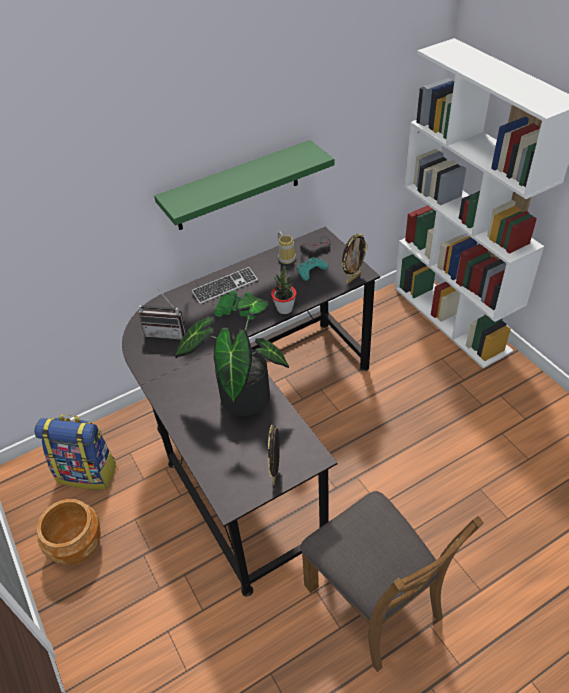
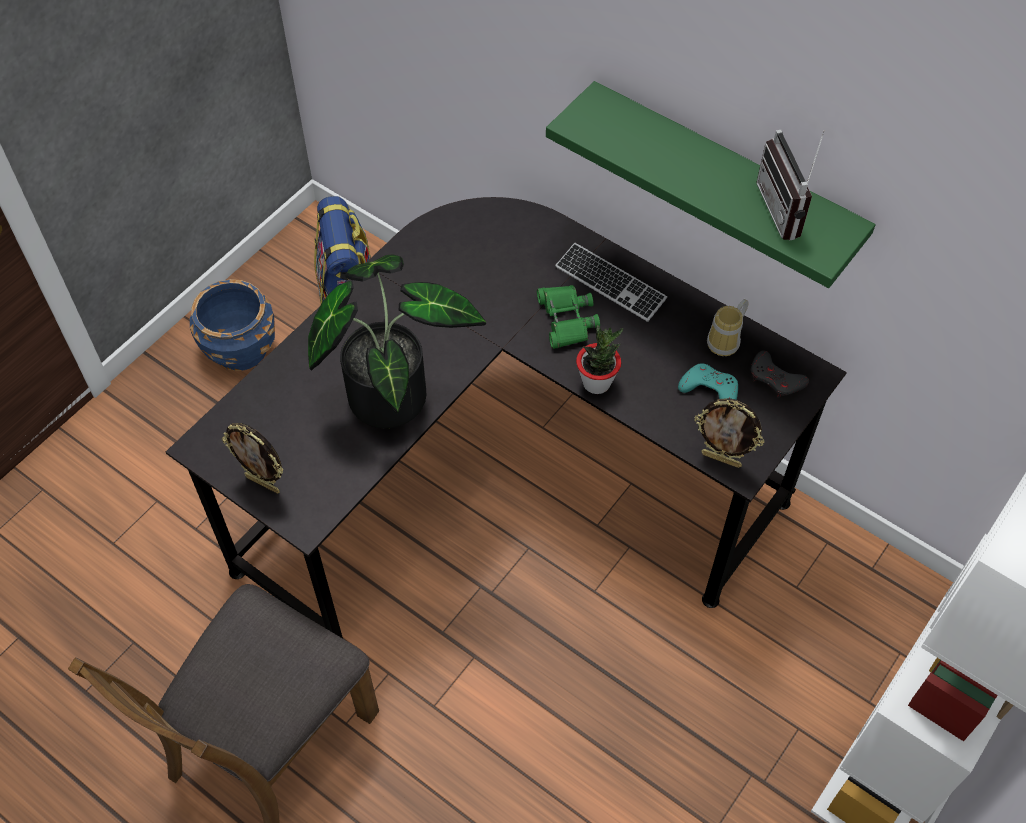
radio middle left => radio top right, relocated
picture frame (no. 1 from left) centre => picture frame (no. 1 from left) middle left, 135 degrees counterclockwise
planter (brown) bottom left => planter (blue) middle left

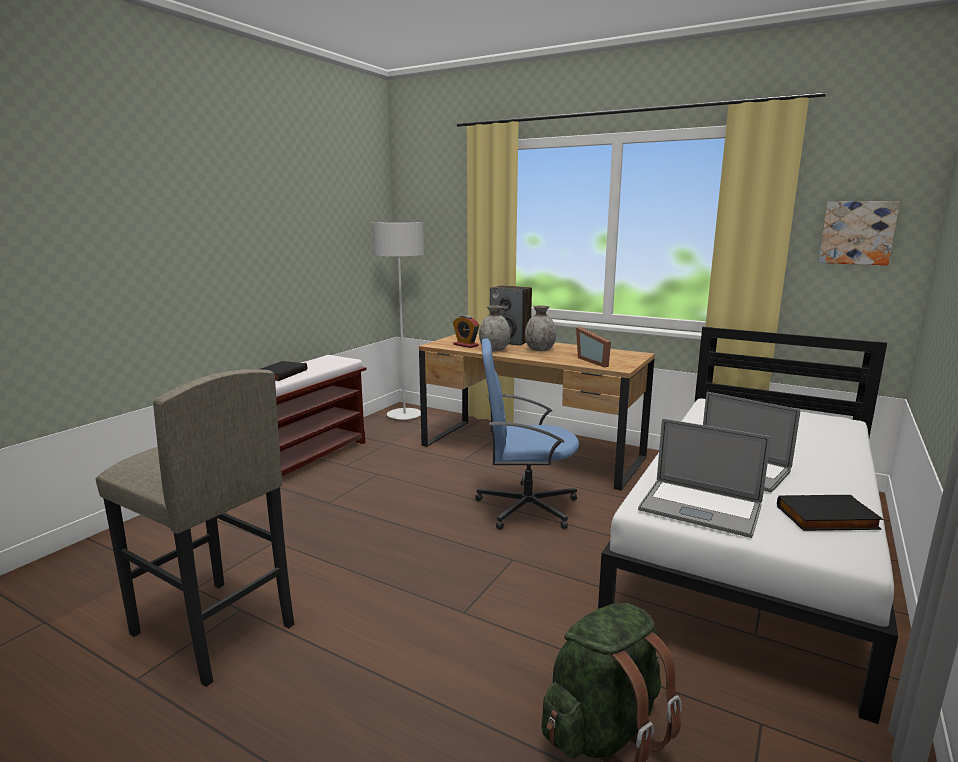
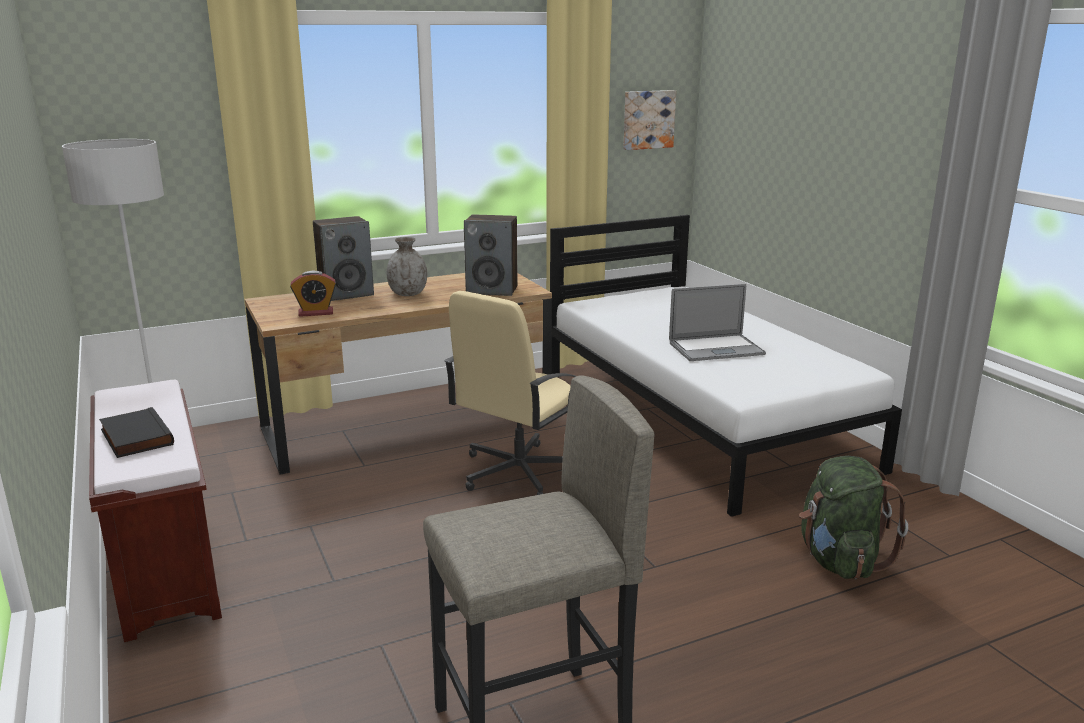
vase (grey) (no. 1 from left) centre => nothing
picture frame centre => speaker (no. 2 from left) centre
office chair (blue) centre => office chair (beige) centre
laptop (no. 1 from left) middle right => nothing
book (black) (no. 2 from left) bottom right => nothing

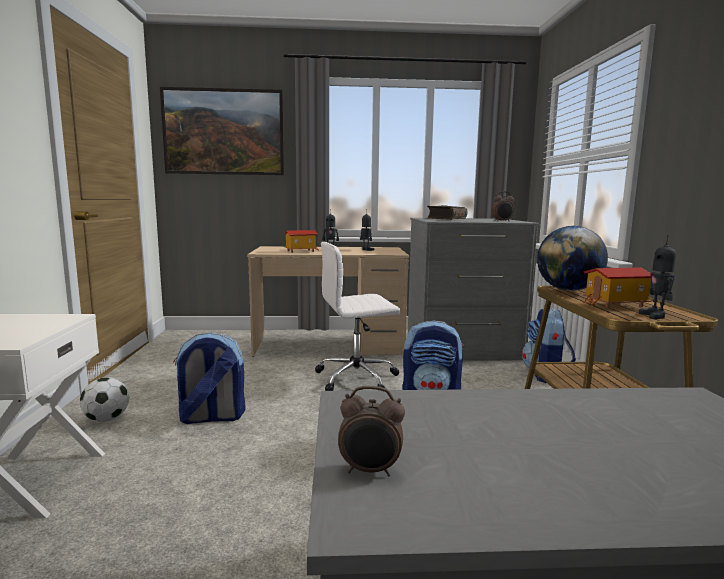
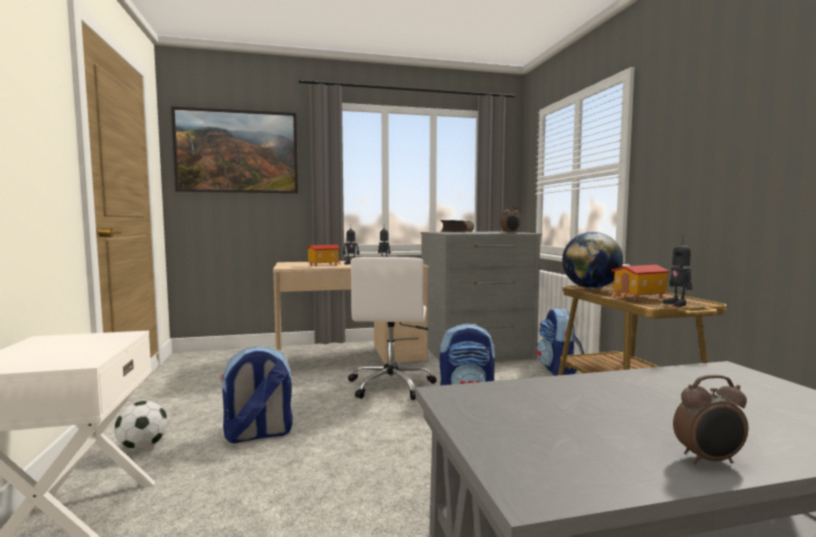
office chair (white) centre, 60 degrees counterclockwise
alarm clock (no. 1 from left in the first image) bottom centre => alarm clock (no. 2 from left) bottom right, relocated

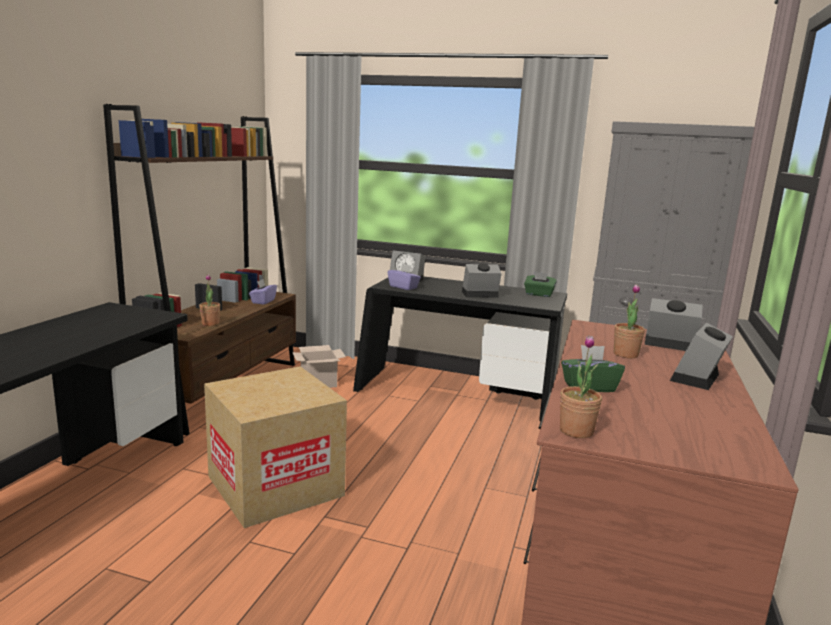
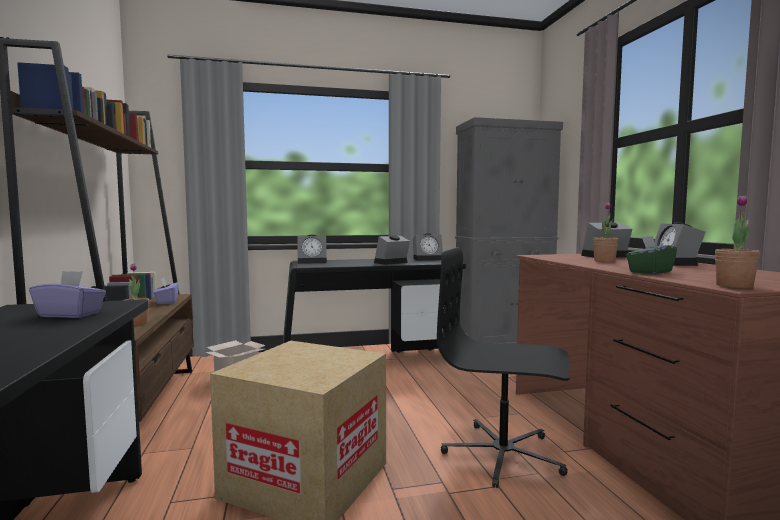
tissue box (purple) (no. 2 from left in the first image) centre => tissue box (purple) (no. 1 from left) middle left, relocated
tissue box (green) (no. 1 from left) centre => alarm clock (no. 3 from left) centre
nothing => office chair (black) bottom centre

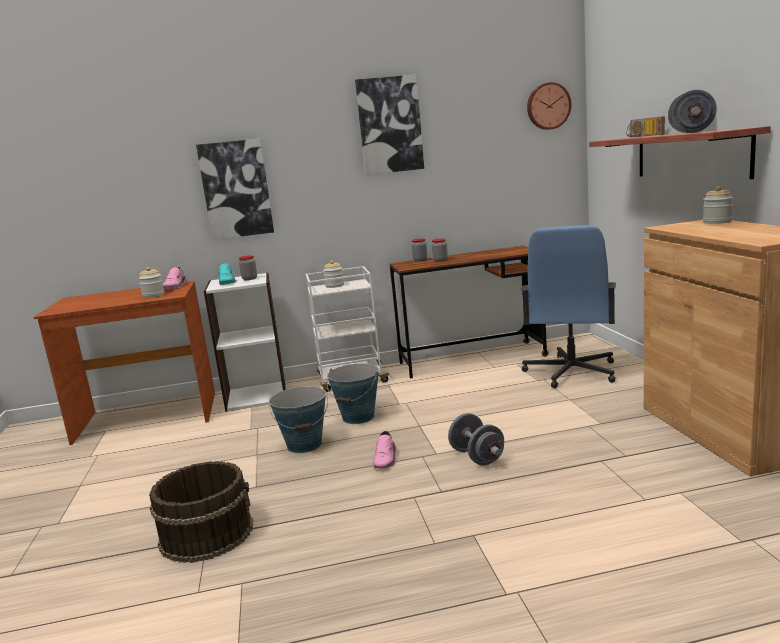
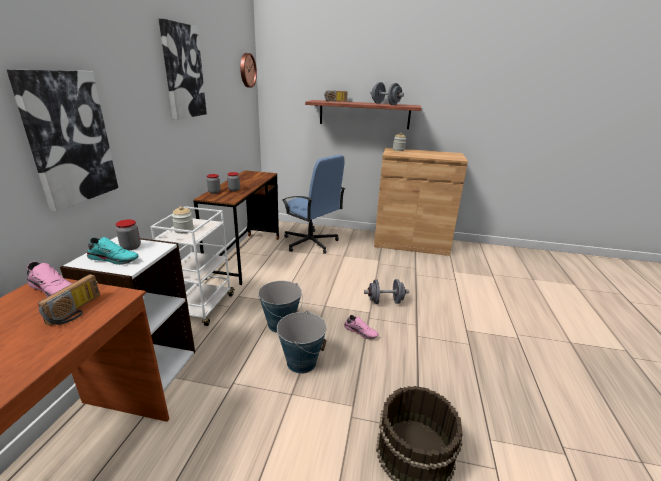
jar (no. 1 from left) middle left => radio (no. 1 from left) middle left

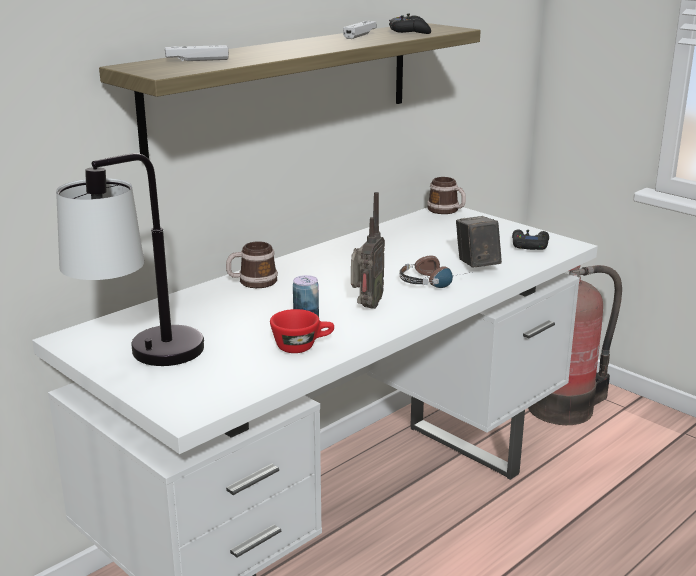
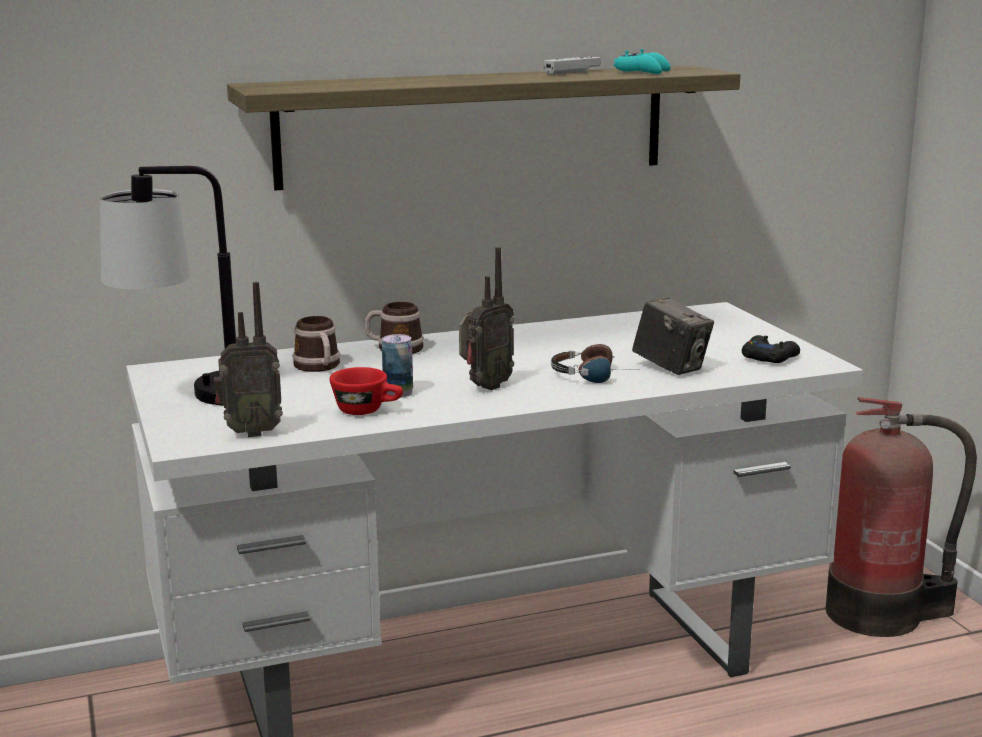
game controller (black) (no. 1 from left) top centre => game controller (turquoise) top centre
game controller (white) (no. 1 from left) top left => nothing
mug (no. 2 from left in the first image) centre => mug (no. 1 from left) middle left, relocated
photo camera middle right, 120 degrees clockwise
nothing => radio (no. 1 from left) middle left

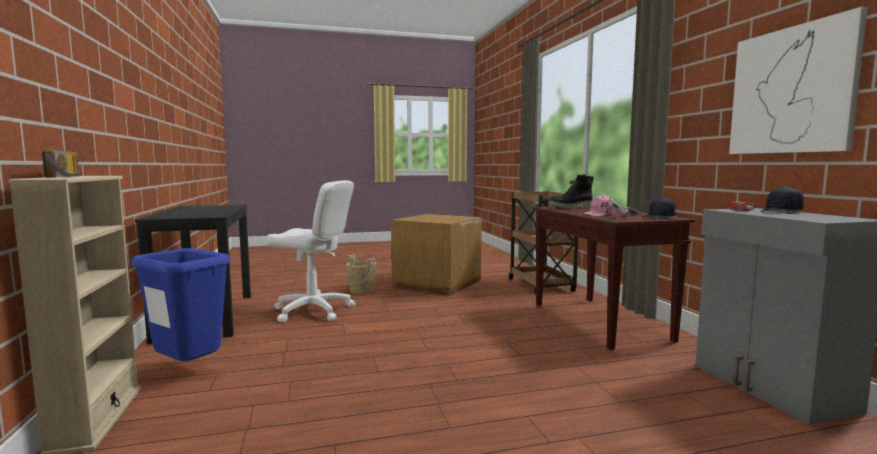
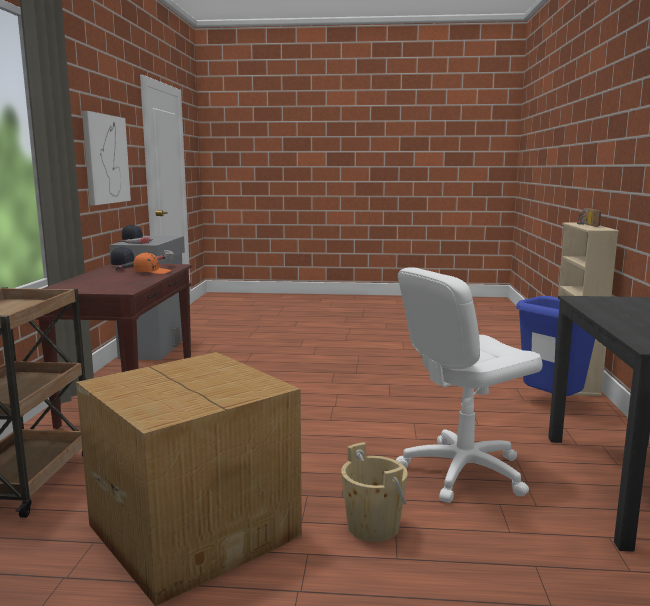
boot (black) centre => nothing
office chair (white) centre => office chair (white) middle right, 60 degrees counterclockwise
cap (pink) middle right => cap (orange) middle left

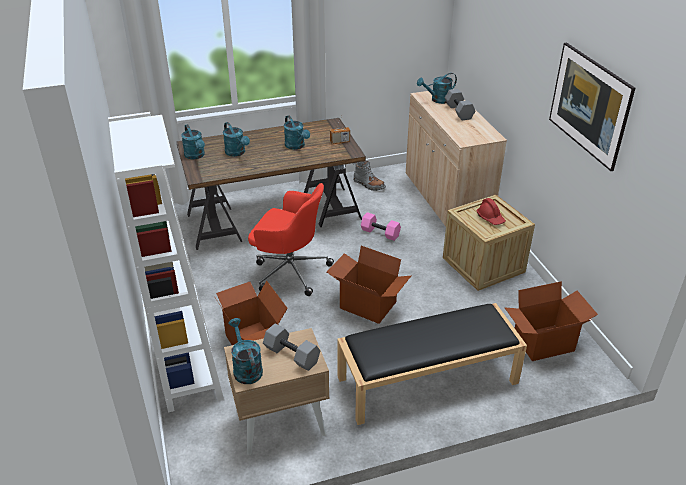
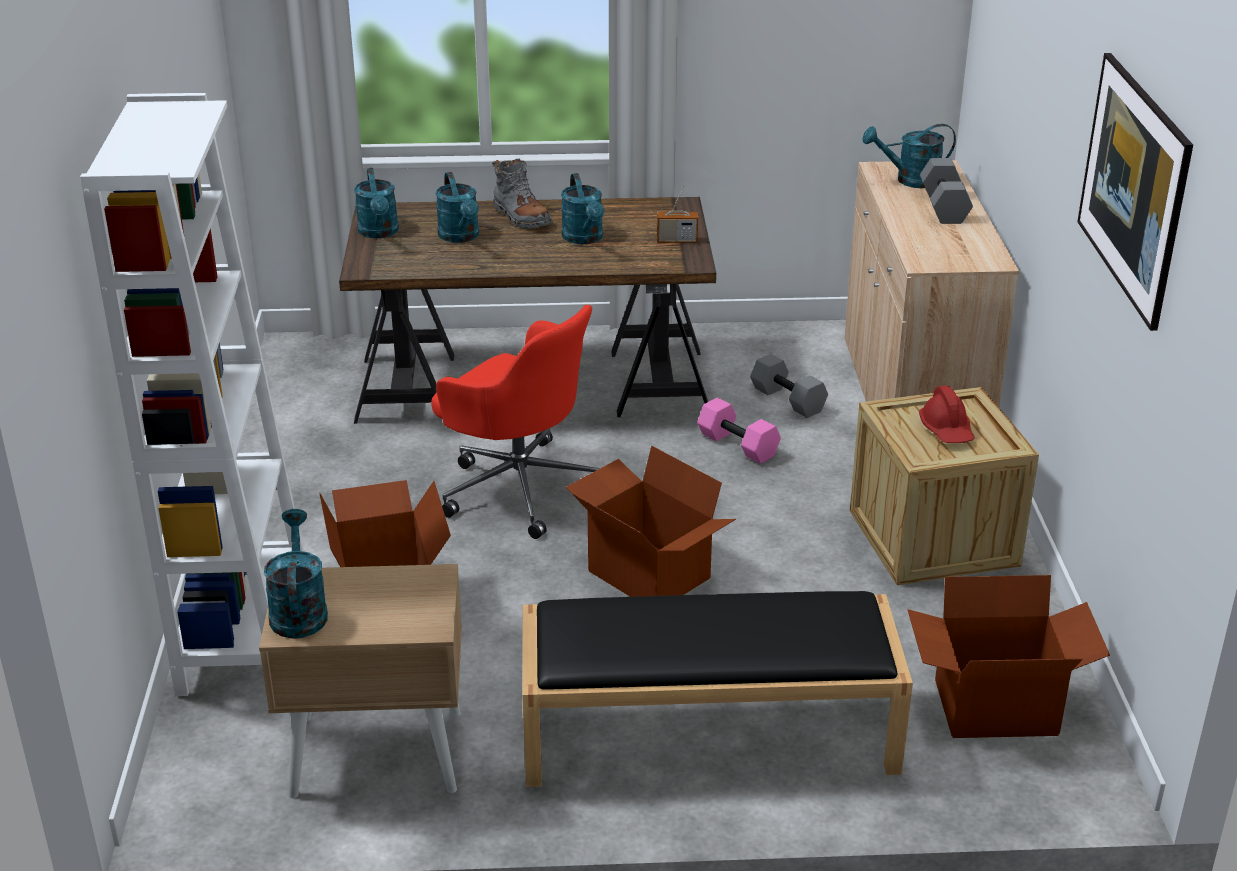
boot (grey) centre => boot (grey) top centre, relocated
dumbbell (grey) (no. 1 from left) bottom centre => dumbbell (grey) (no. 1 from left) centre, relocated

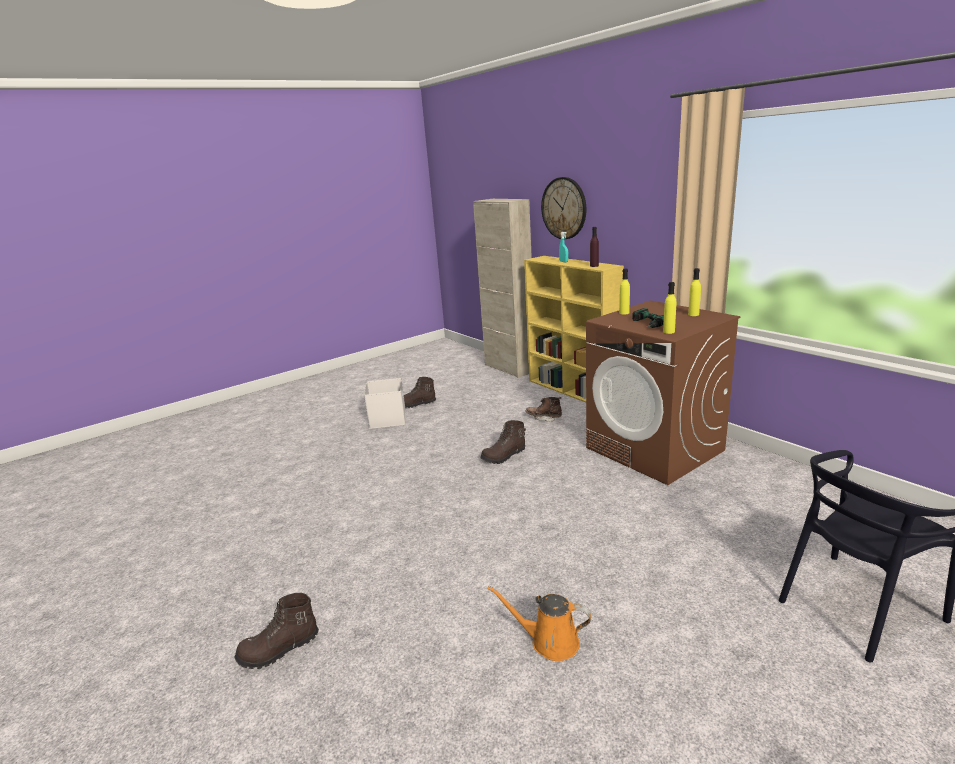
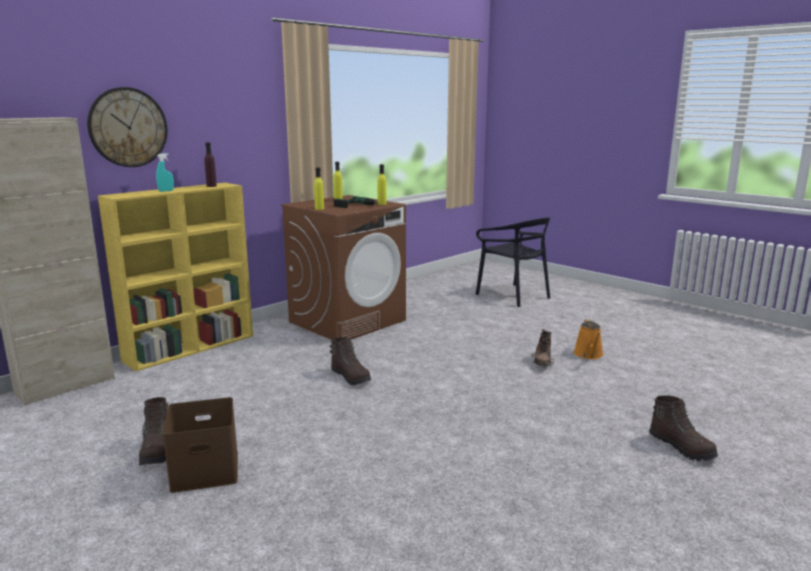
storage box (white) centre => storage box (brown) bottom left
boot (brown) (no. 4 from left in the first image) centre => boot (brown) (no. 3 from left) middle right, relocated

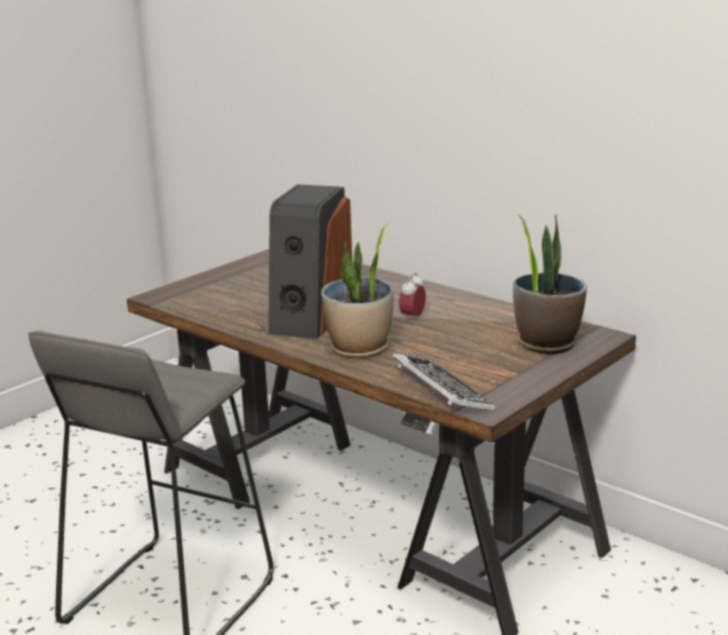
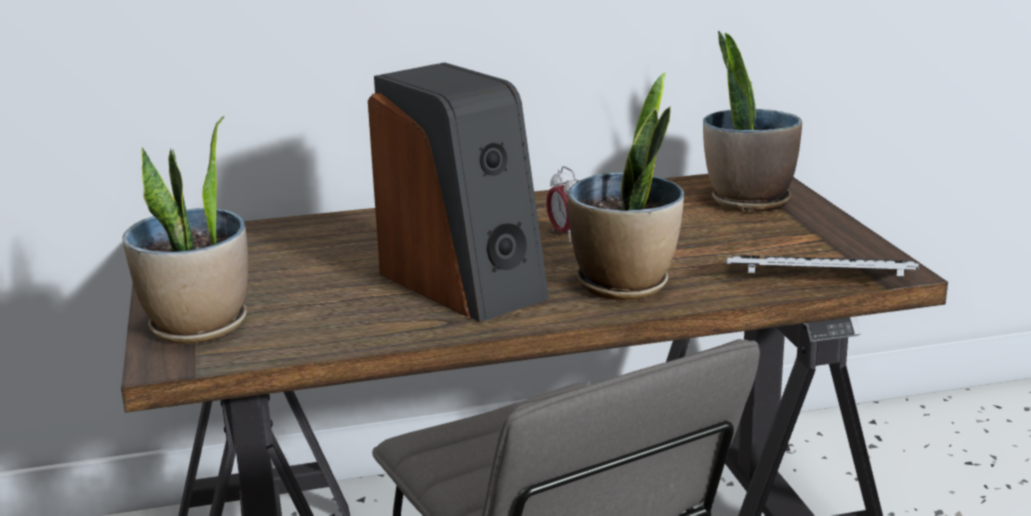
nothing => potted plant (no. 1 from left) middle left

